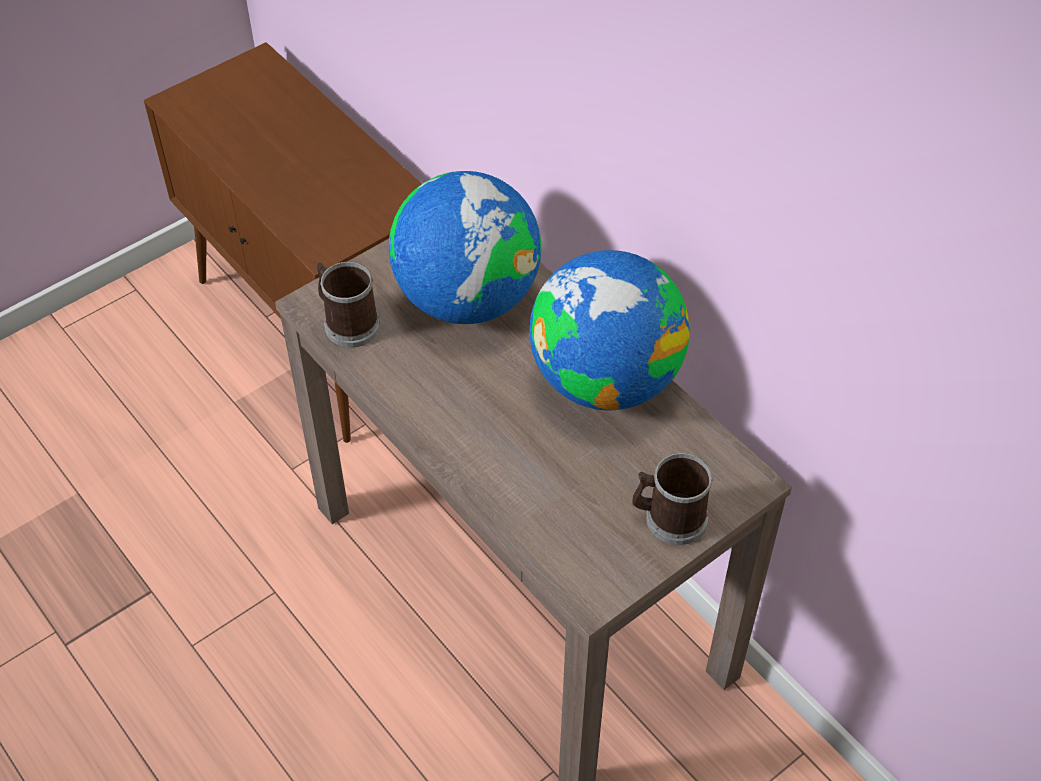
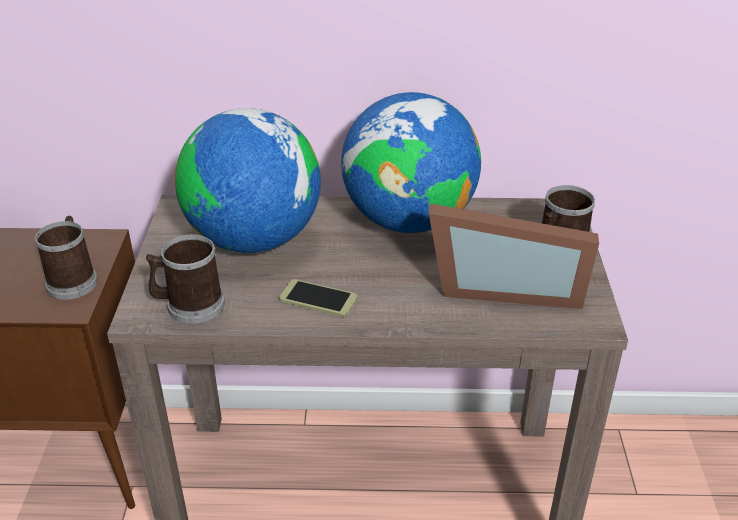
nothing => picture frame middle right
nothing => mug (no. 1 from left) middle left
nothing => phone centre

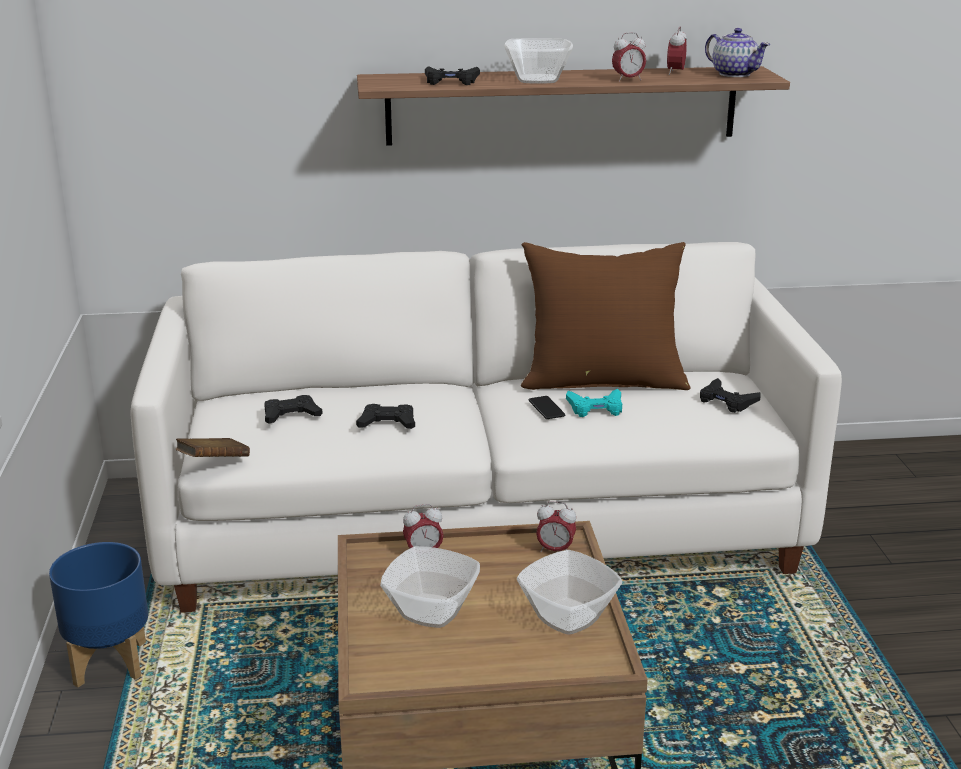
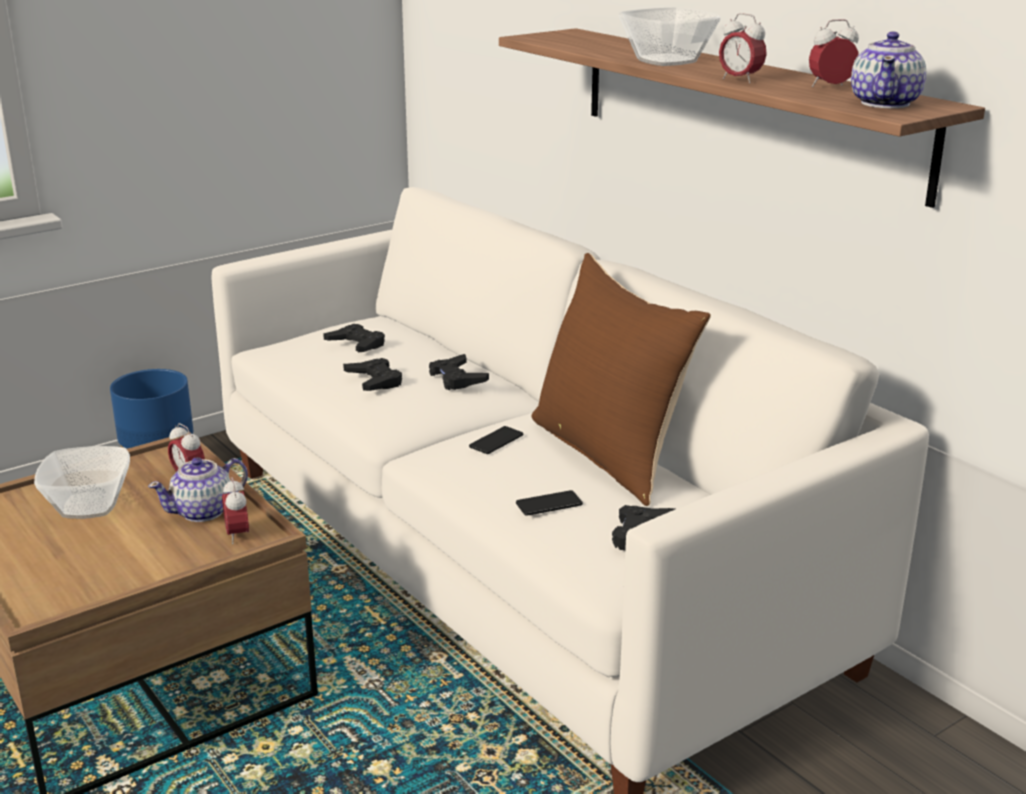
game controller (black) (no. 3 from left) top centre => game controller (black) (no. 3 from left) centre, relocated
game controller (turquoise) centre => nothing
book (brown) middle left => nothing
bowl (no. 3 from left) bottom centre => nothing
nothing => teapot (no. 1 from left) middle left
nothing => phone (no. 2 from left) centre

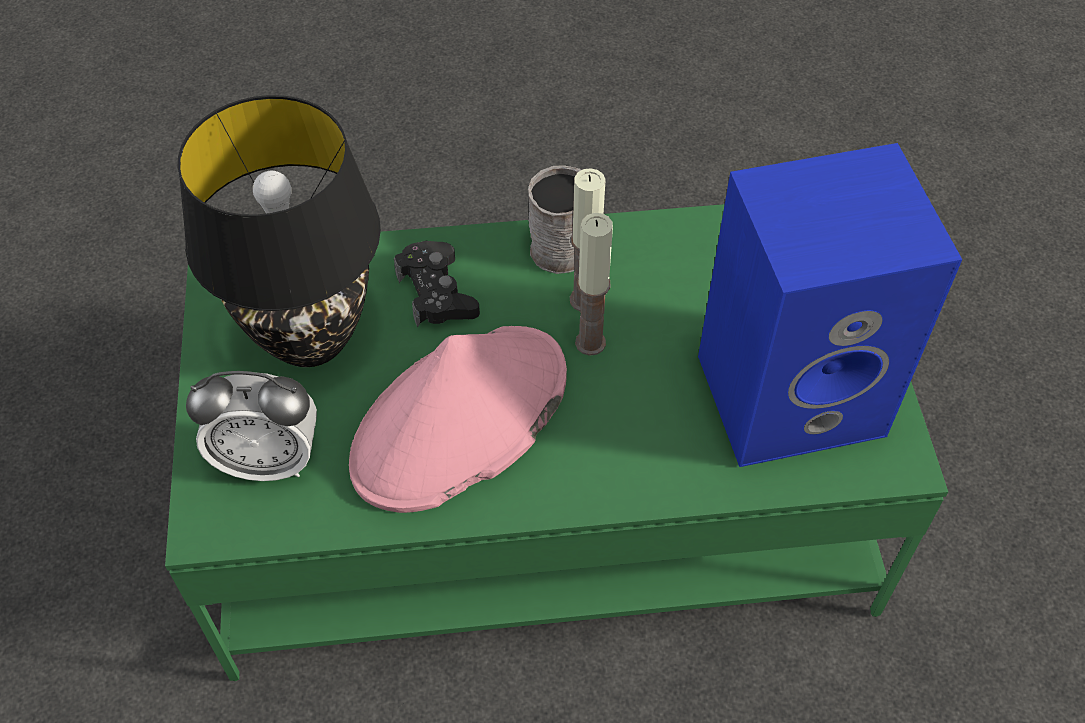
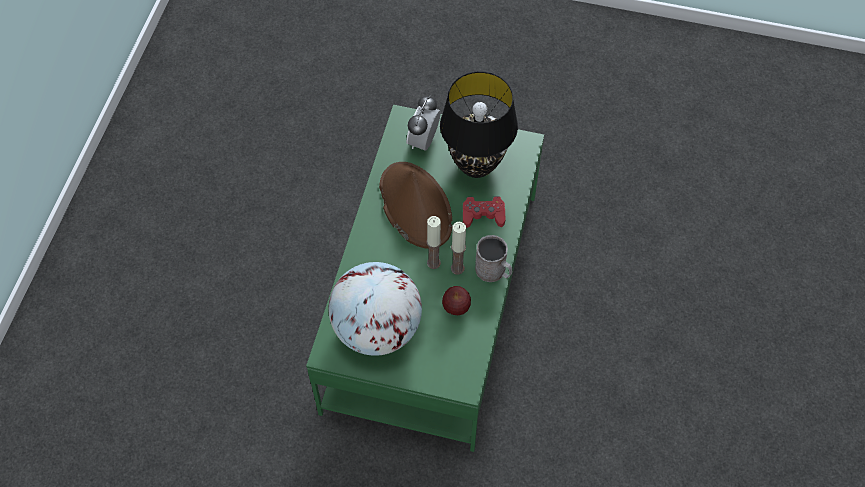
speaker (blue) middle right => globe centre
game controller (black) centre => game controller (red) centre
hat (pink) centre => hat (brown) centre
nothing => apple centre

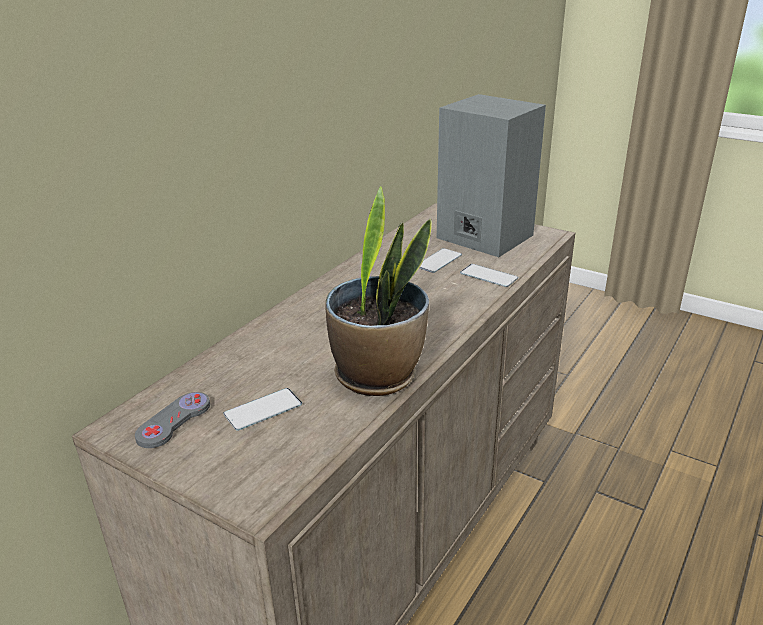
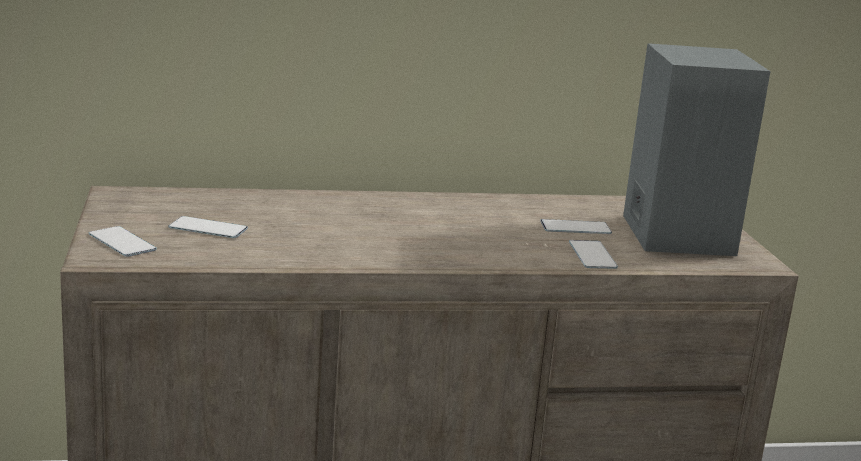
potted plant centre => nothing
game controller (grey) bottom left => nothing
nothing => phone (no. 1 from left) middle left

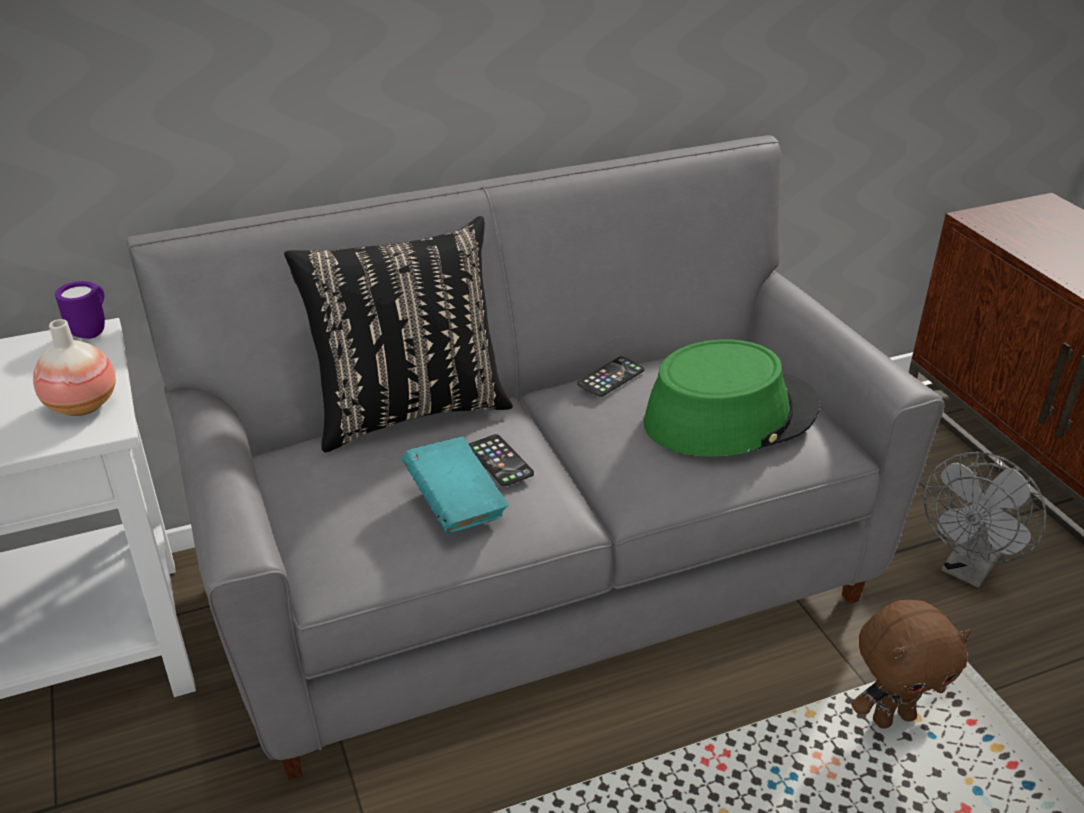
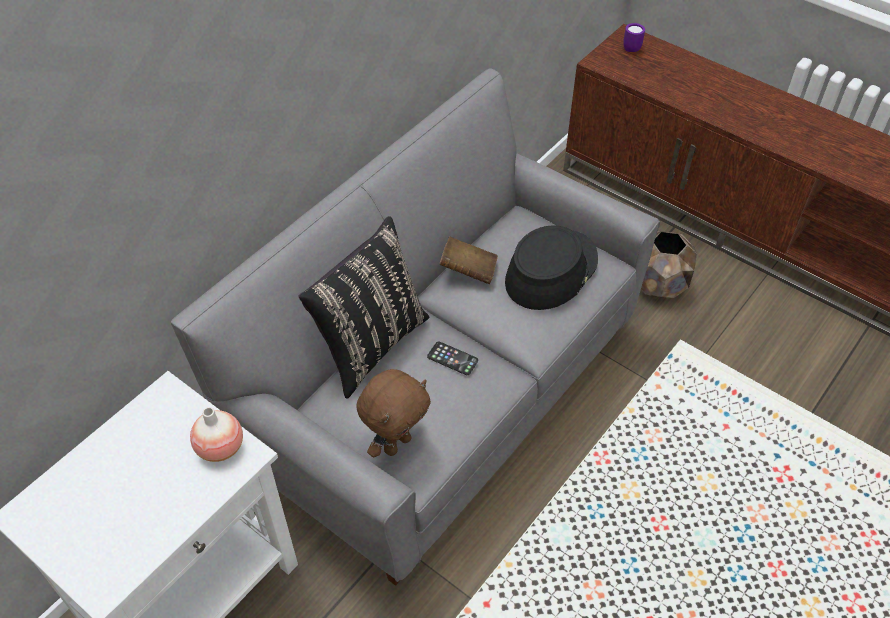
mug (purple) middle left => mug (purple) top right, relocated
hat (green) middle right => hat (black) centre
phone (no. 2 from left) centre => book (brown) centre
book (turquoise) centre => nothing
fan (grey) middle right => planter (brown) middle right
plush toy (brown) bottom right => plush toy (brown) bottom centre, relocated

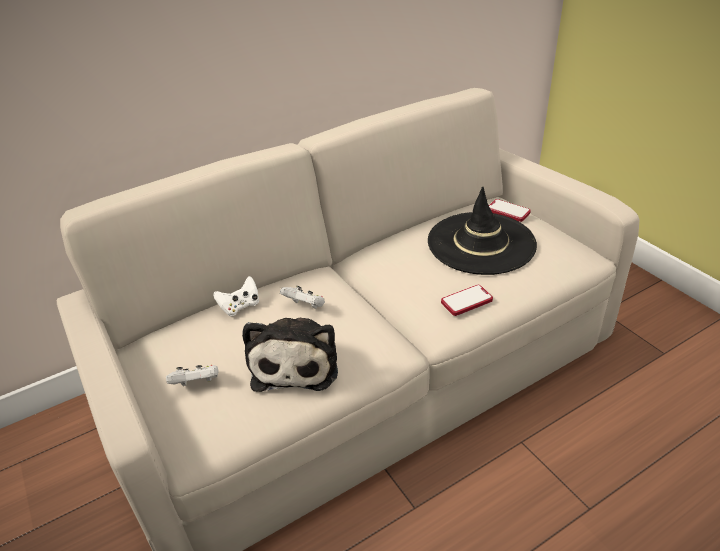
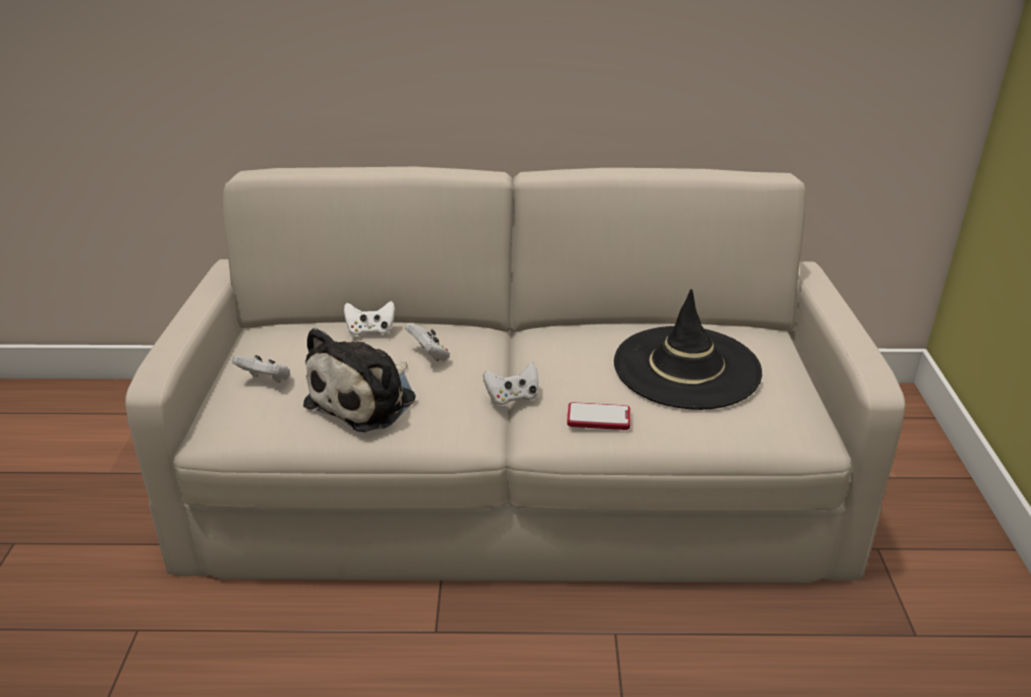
phone (no. 2 from left) middle right => nothing
nothing => game controller (white) (no. 4 from left) centre

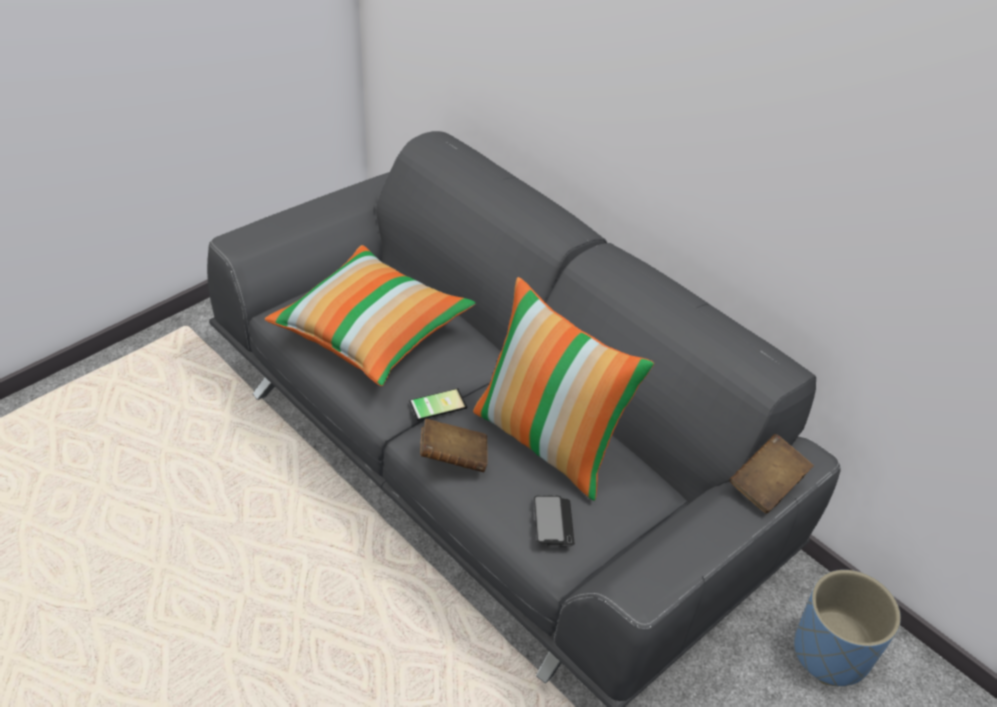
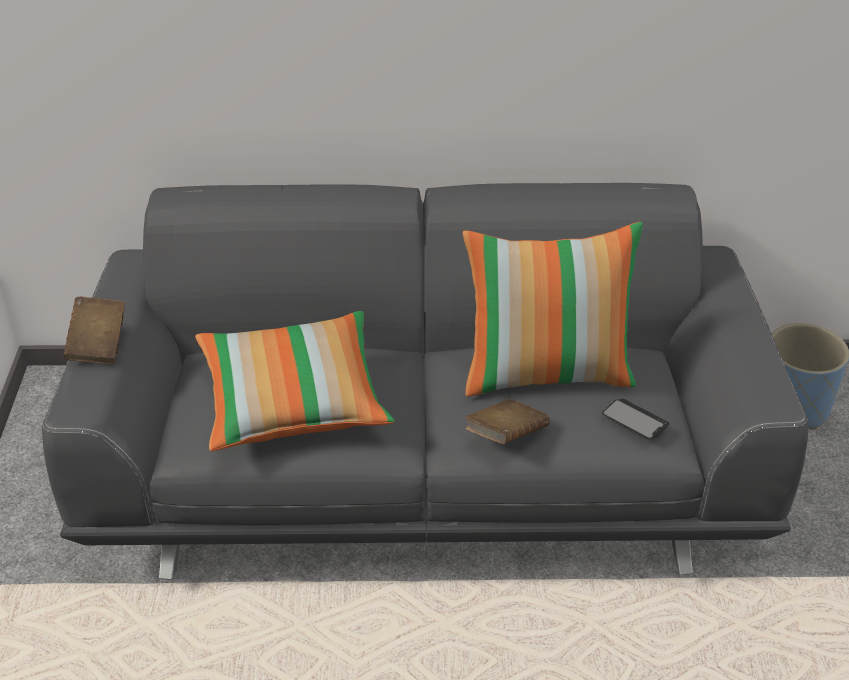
phone (no. 1 from left) centre => nothing
book (brown) (no. 2 from left in the first image) bottom right => book (brown) (no. 1 from left) middle left, relocated

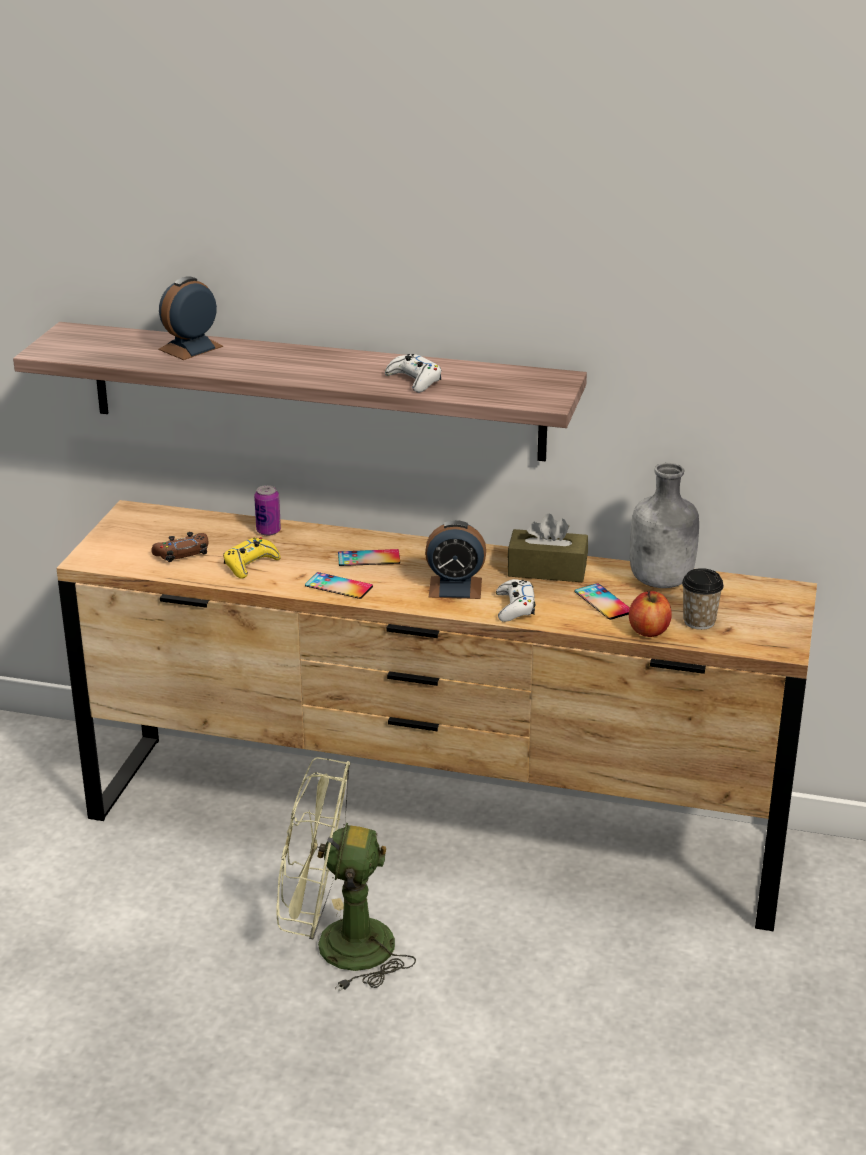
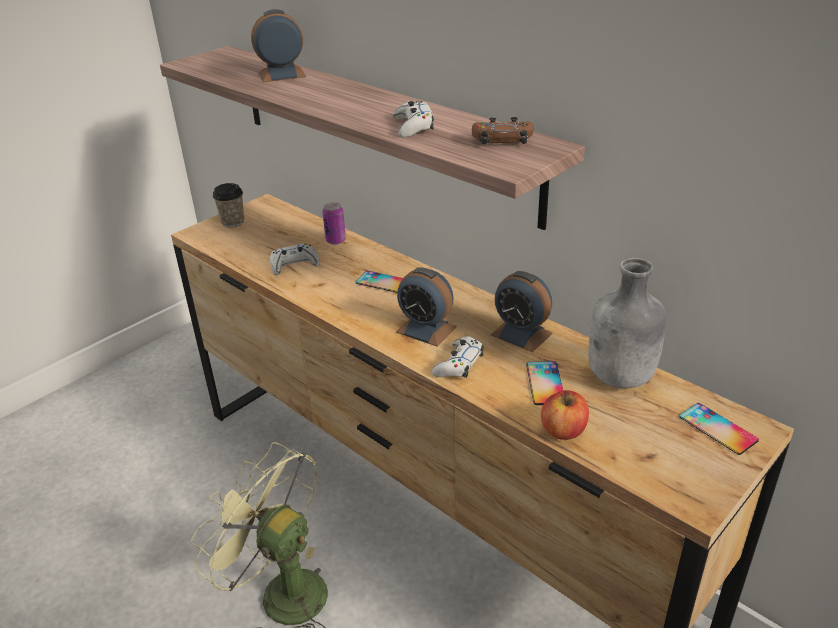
tissue box (brown) centre => alarm clock (no. 3 from left) centre
game controller (brown) middle left => game controller (brown) top centre, relocated
game controller (yellow) middle left => game controller (white) (no. 1 from left) centre
cup middle right => cup top left, relocated
phone (no. 1 from left in the first image) centre => phone (no. 3 from left) bottom right, relocated

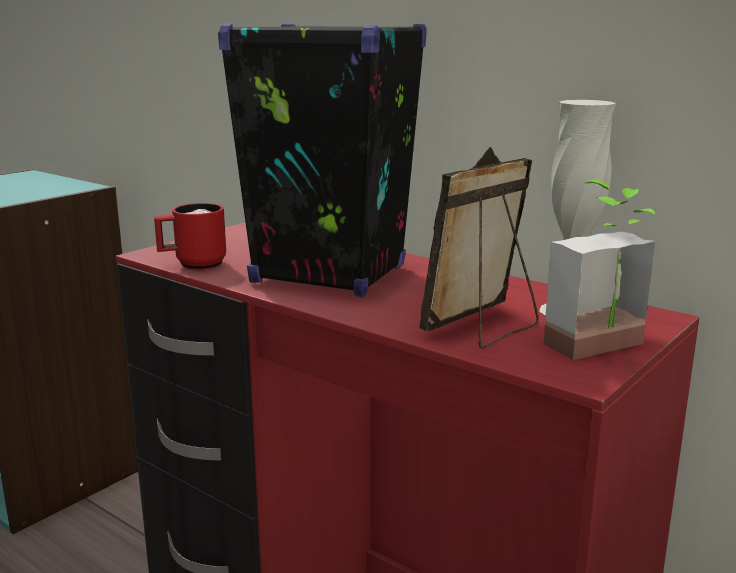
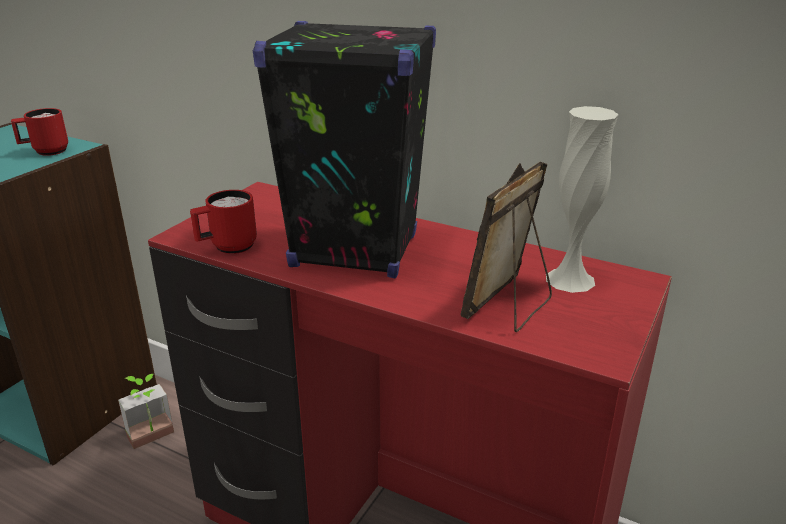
potted plant middle right => potted plant bottom left, relocated
nothing => mug (red) (no. 1 from left) top left

